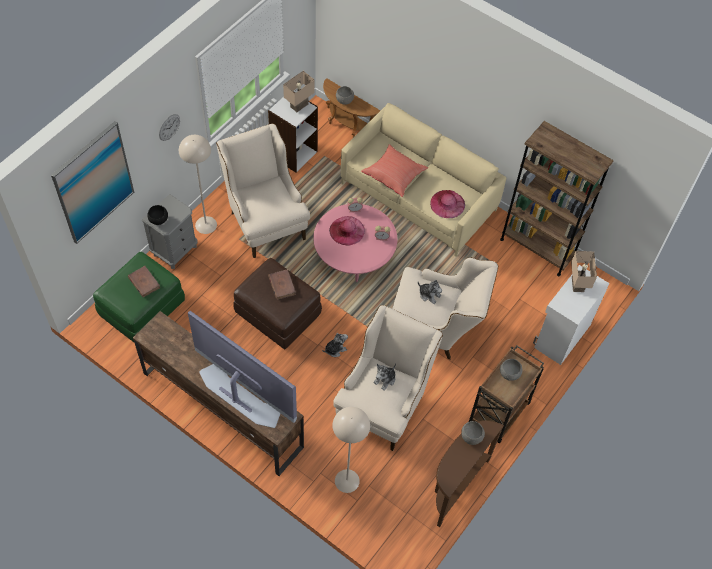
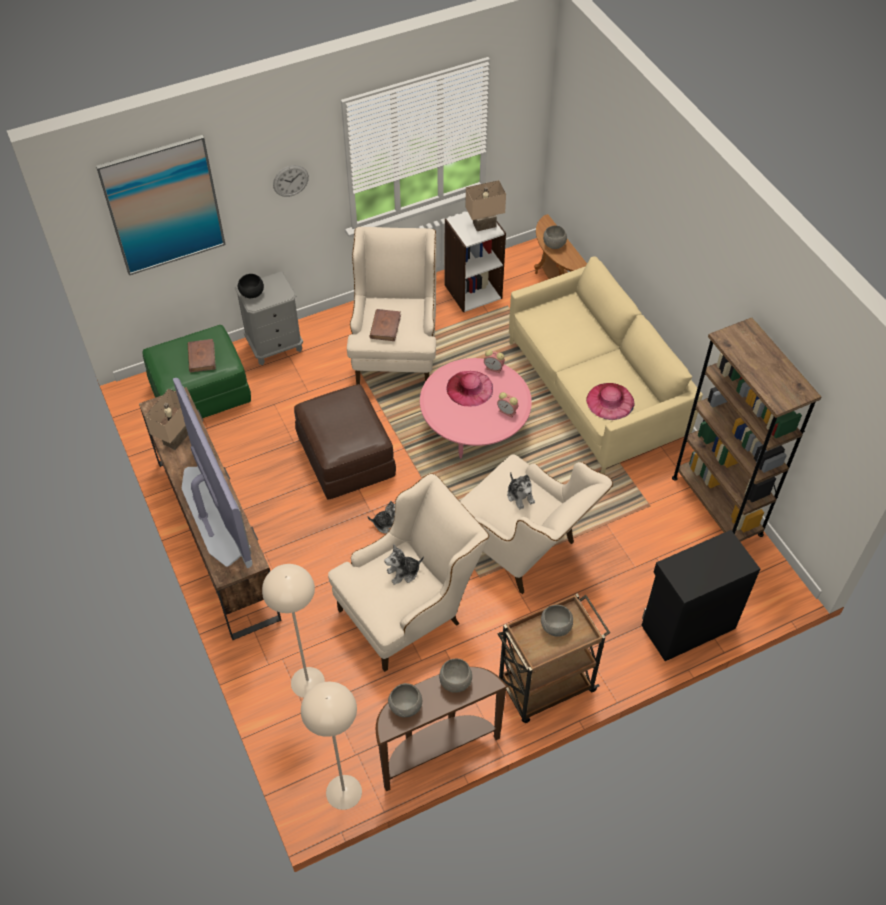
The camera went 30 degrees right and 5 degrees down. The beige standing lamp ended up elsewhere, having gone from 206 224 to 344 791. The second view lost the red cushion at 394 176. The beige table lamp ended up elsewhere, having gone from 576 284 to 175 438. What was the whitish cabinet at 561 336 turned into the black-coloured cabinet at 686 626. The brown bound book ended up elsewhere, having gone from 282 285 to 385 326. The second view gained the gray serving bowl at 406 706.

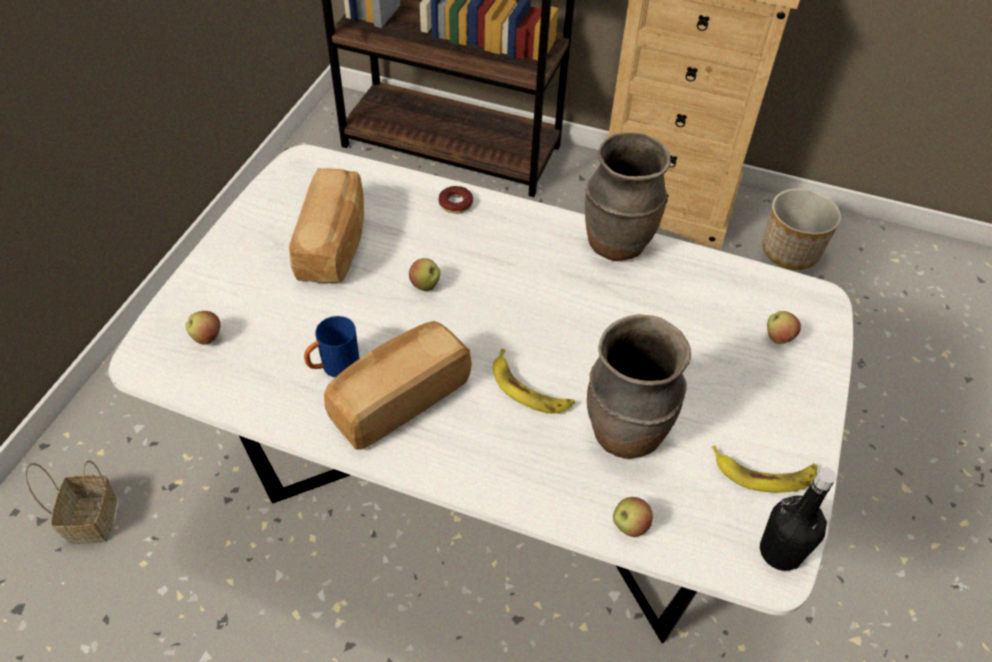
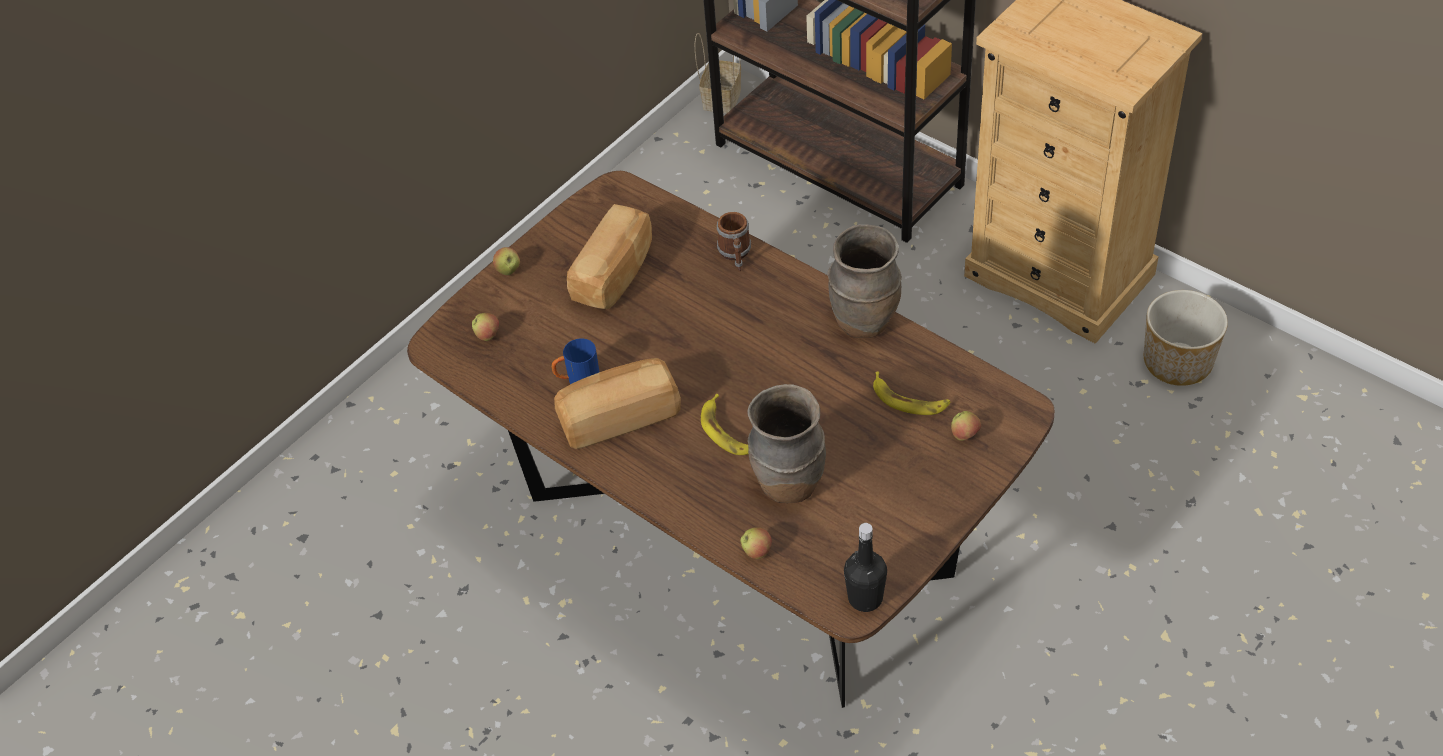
The camera went 25 degrees right and 0 degrees up. What was the whitish dining table at 491 489 turned into the brown dining table at 738 536. Where the ring doughnut stood at 455 203, the mug came to stand at 735 255. The whole apple ended up elsewhere, having gone from 425 285 to 508 270. The banana ended up elsewhere, having gone from 764 473 to 909 399. The basket ended up elsewhere, having gone from 91 518 to 721 98.

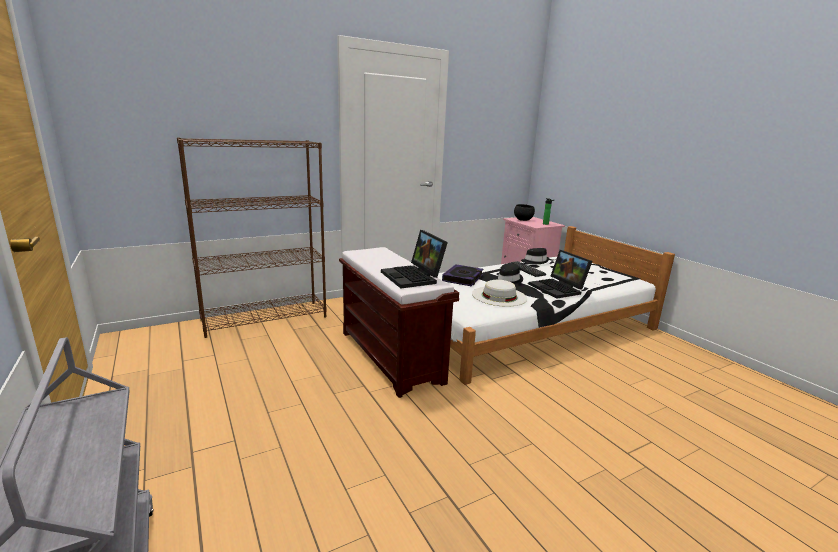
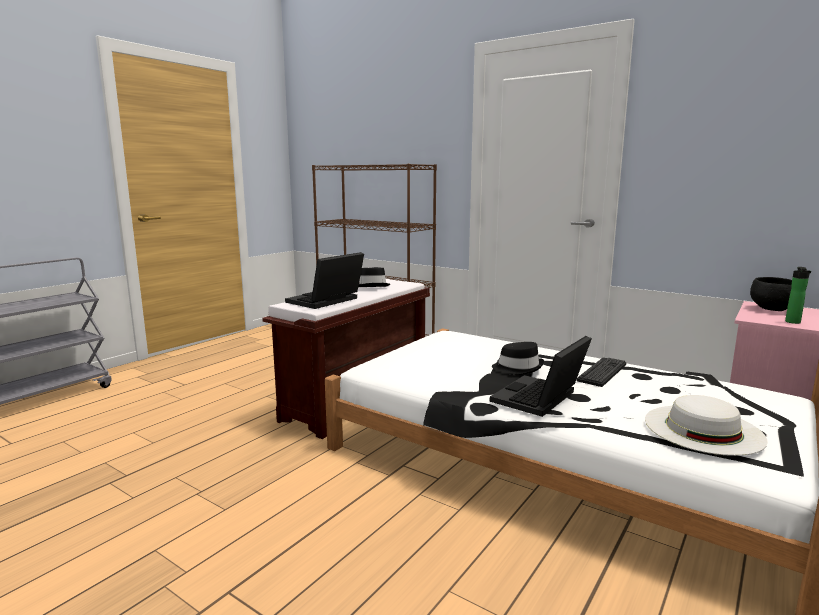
The camera went 65 degrees right and 5 degrees down. The black-coloured clothing hat ended up elsewhere, having gone from 535 261 to 372 286. The second view lost the bound book at 463 278. The whitish clothing hat ended up elsewhere, having gone from 499 296 to 703 429.

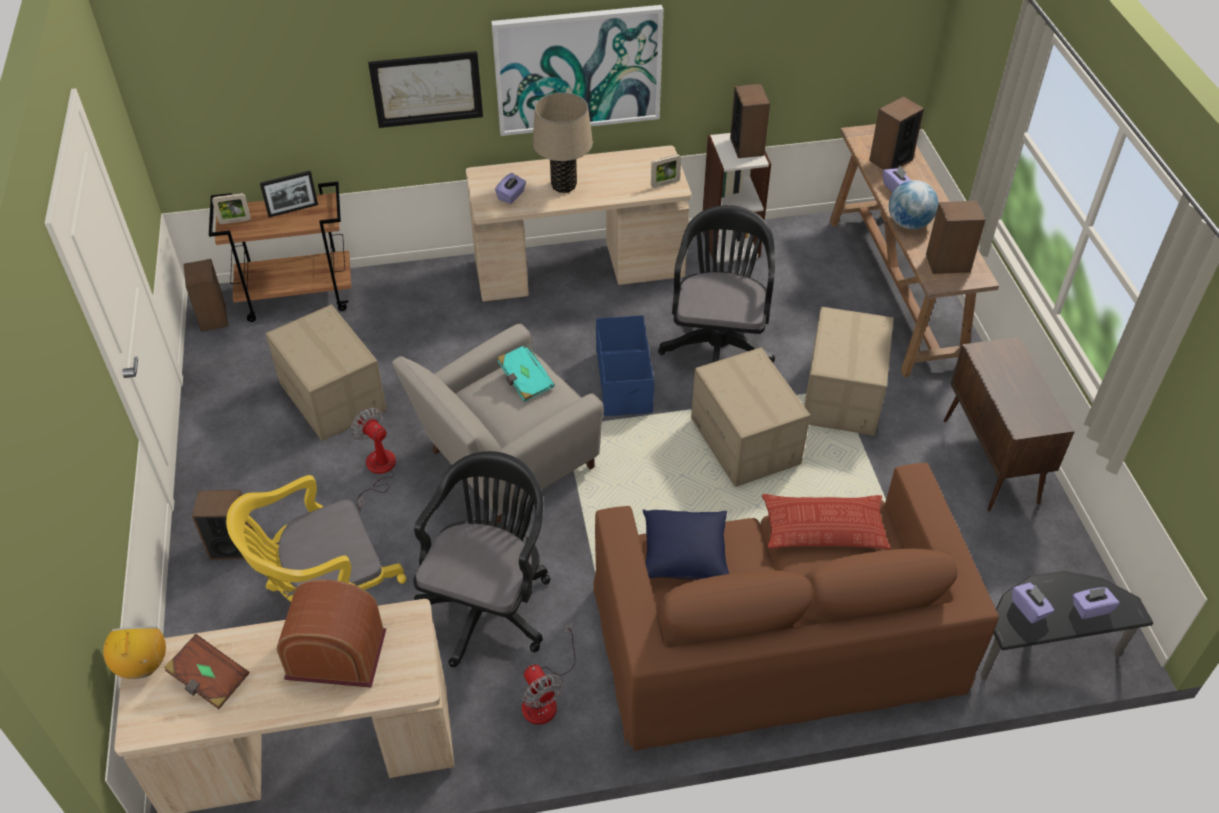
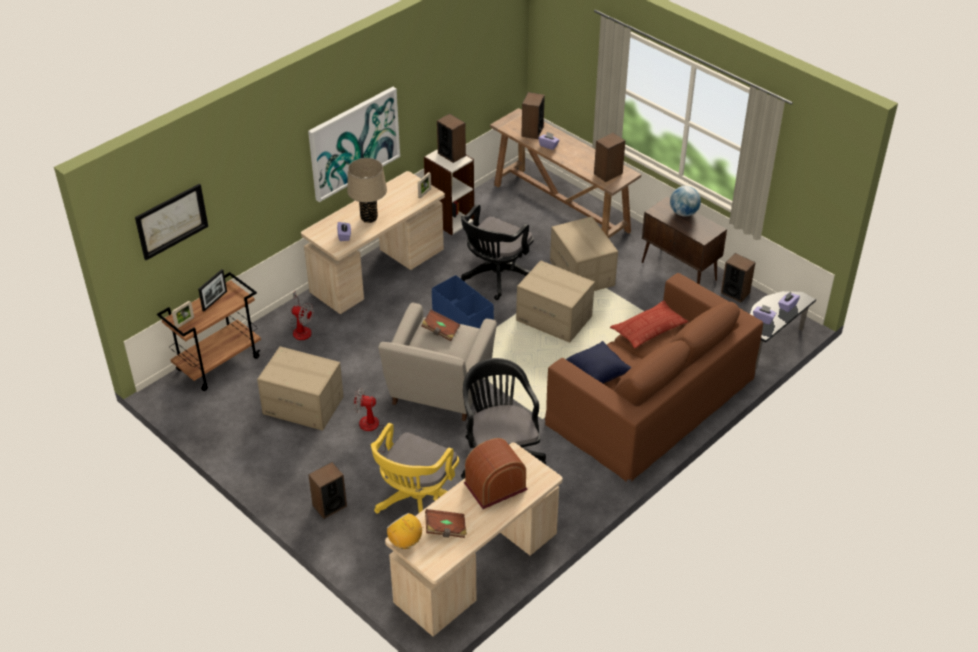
The camera went 35 degrees left and 5 degrees down. The picture ended up elsewhere, having gone from 427 89 to 171 221. The desk globe ended up elsewhere, having gone from 909 224 to 683 213. The black-coloured computer chair at 718 345 ended up facing another way, 120 degrees counterclockwise from before. The loudspeaker ended up elsewhere, having gone from 213 317 to 735 293. What was the blue-green bound book at 525 381 turned into the brown bound book at 440 331. The fan ended up elsewhere, having gone from 545 697 to 301 329.

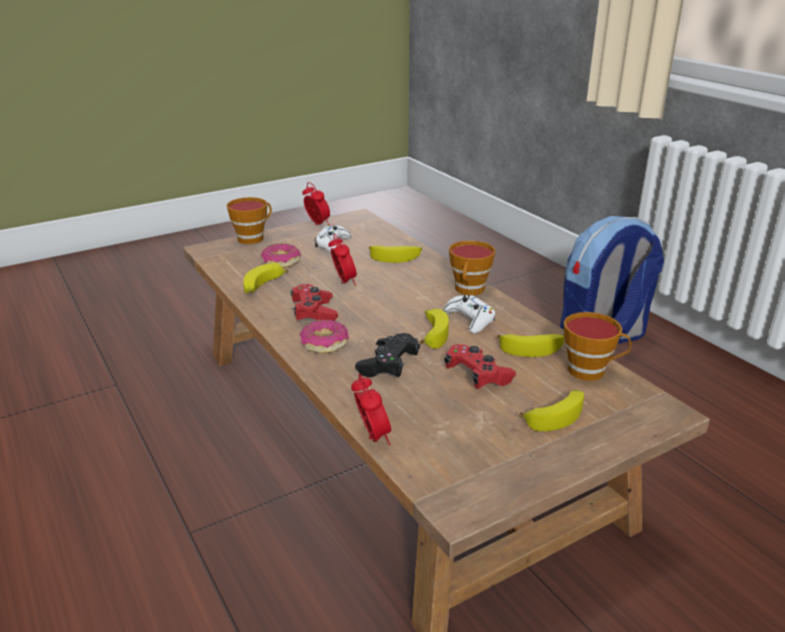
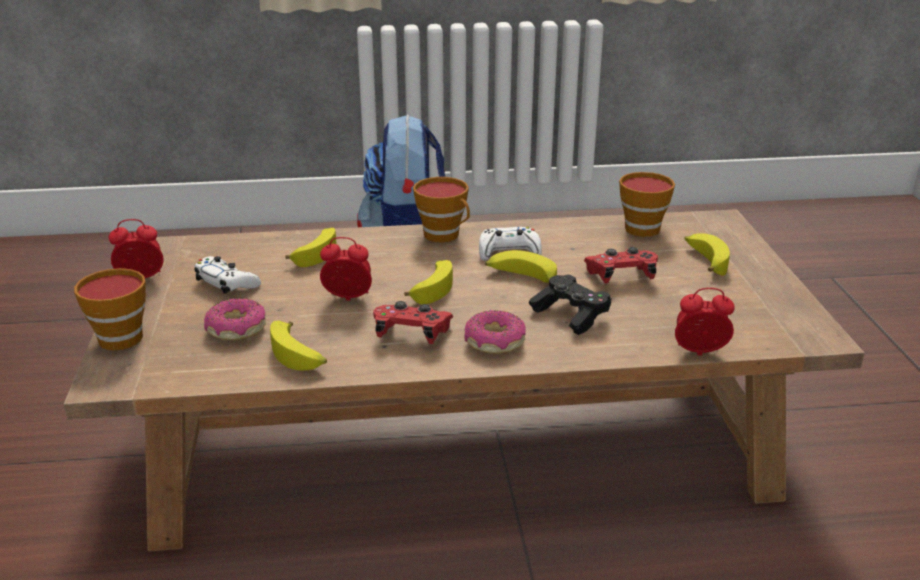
The camera went 65 degrees left and 0 degrees up. The banana ended up elsewhere, having gone from 532 348 to 432 288.

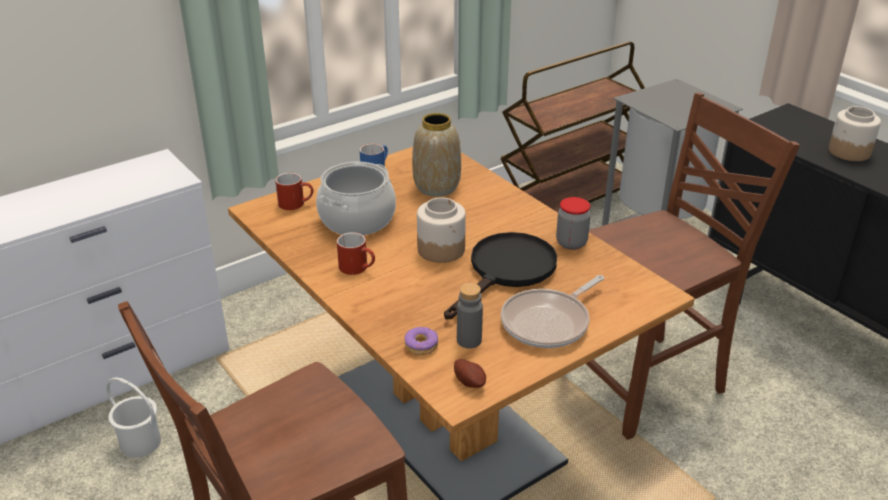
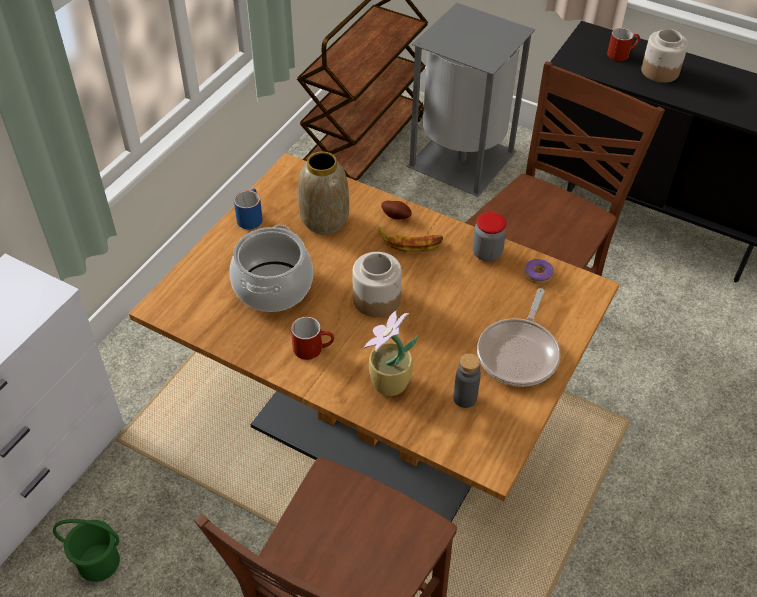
The camera went 25 degrees left and 15 degrees up. The red mug ended up elsewhere, having gone from 296 203 to 621 53. The second view lost the black-coloured frying pan at 506 272. The ring doughnut ended up elsewhere, having gone from 421 346 to 538 275. The whole potato ended up elsewhere, having gone from 470 382 to 396 215. What was the whitish bucket at 140 443 turned into the greenish bucket at 99 563. The second view gained the banana at 410 242. The second view gained the potted plant at 388 384.

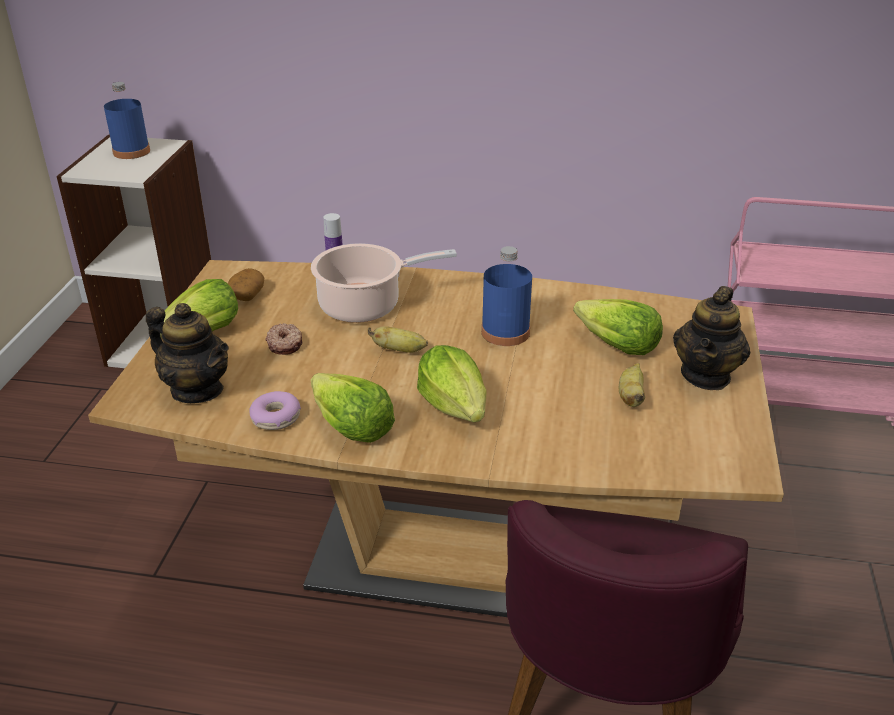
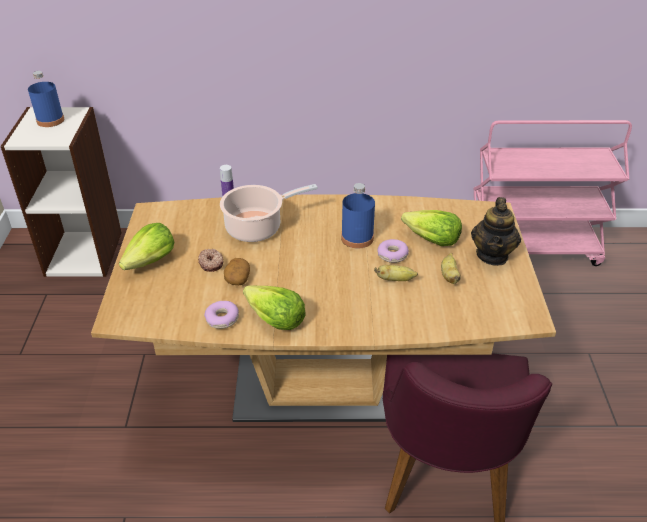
The camera went 10 degrees left and 5 degrees up. The whole potato ended up elsewhere, having gone from 247 295 to 237 278. The second view lost the tea pot at 197 390. The banana ended up elsewhere, having gone from 400 350 to 395 280. The second view lost the head of lettuce at 455 406. The second view gained the ring doughnut at 392 255.

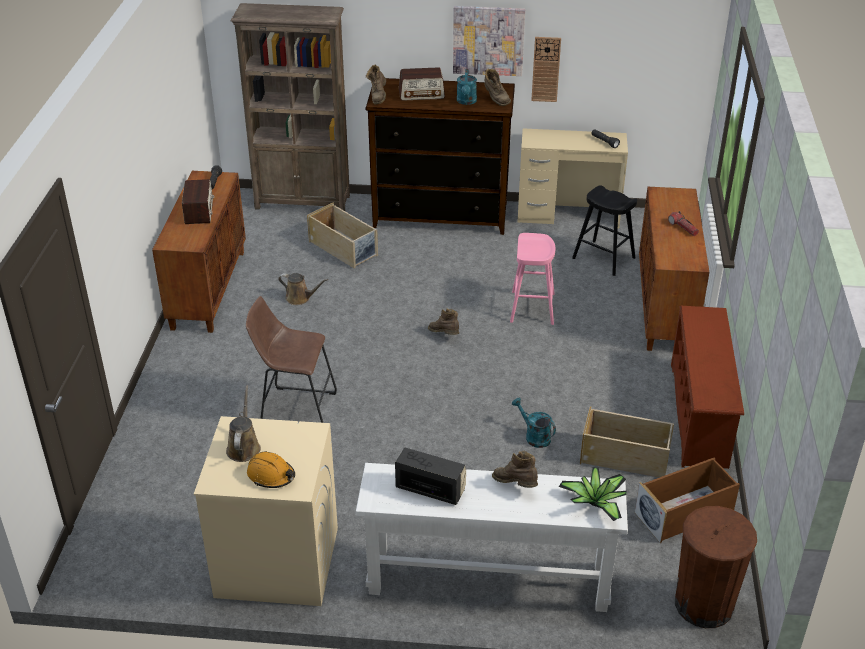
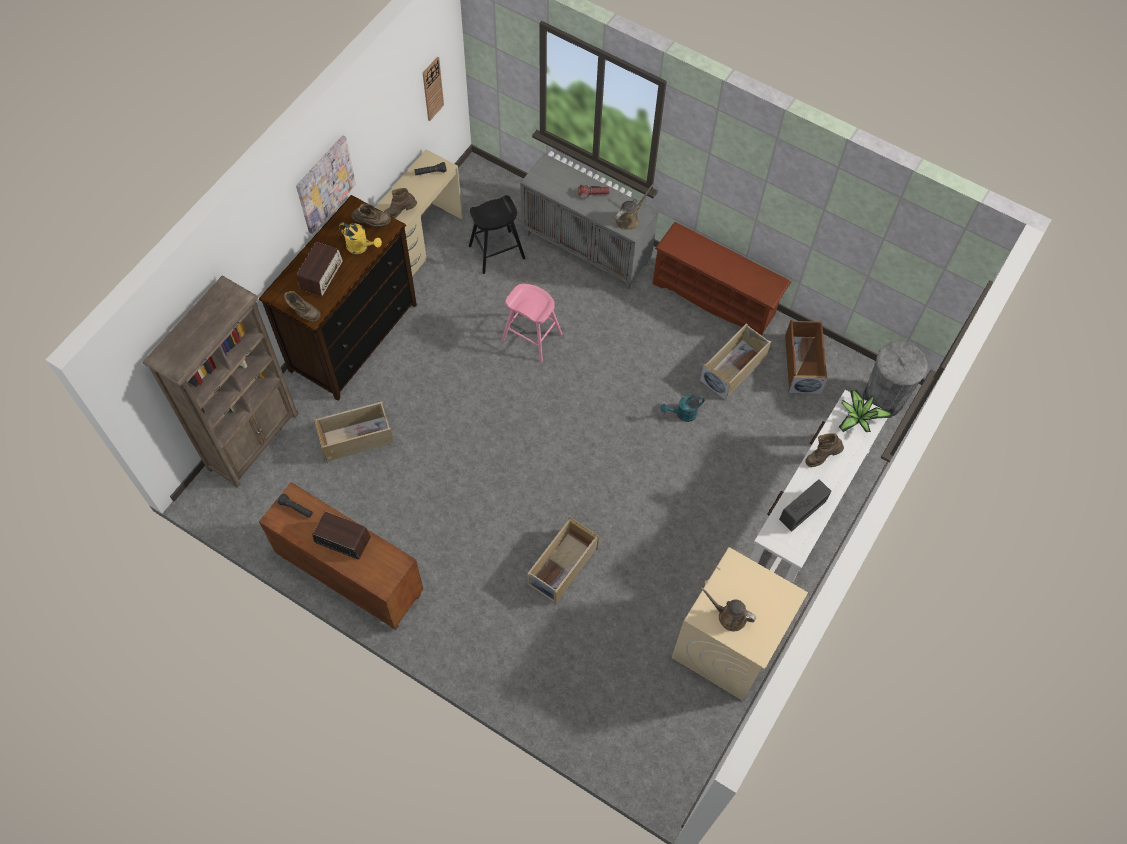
The camera went 65 degrees left and 25 degrees up. The hanging clock ended up elsewhere, having gone from 546 69 to 432 89. What was the blue-green sprinkling can at 466 102 turned into the yellow sprinkling can at 361 247. What was the brown cabinet at 665 309 turned into the gray cabinet at 587 249. The brown sprinkling can ended up elsewhere, having gone from 300 298 to 629 219. Where the brown sitting stool stood at 294 409, the beige storage box came to stand at 562 567. The brown boot ended up elsewhere, having gone from 444 335 to 400 212. The second view lost the orange hard hat at 271 475. What was the brown rubbish bin at 704 605 turned into the gray rubbish bin at 882 399.

